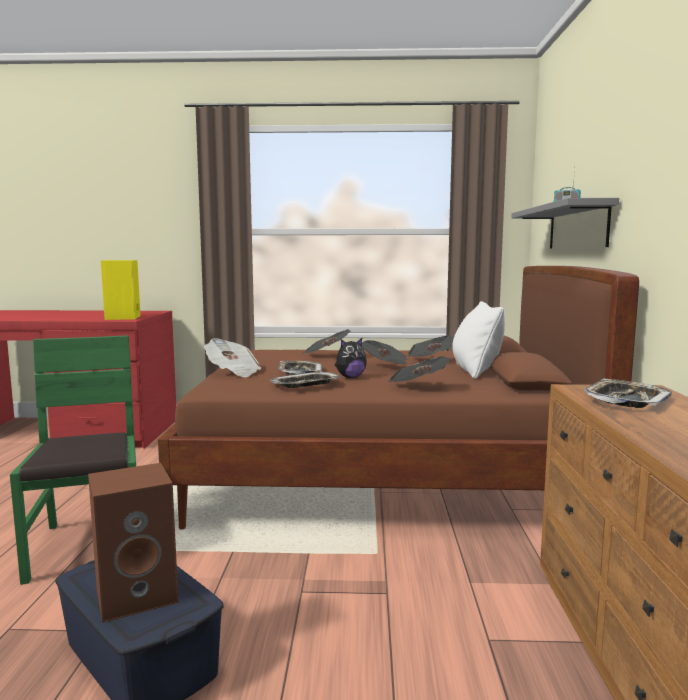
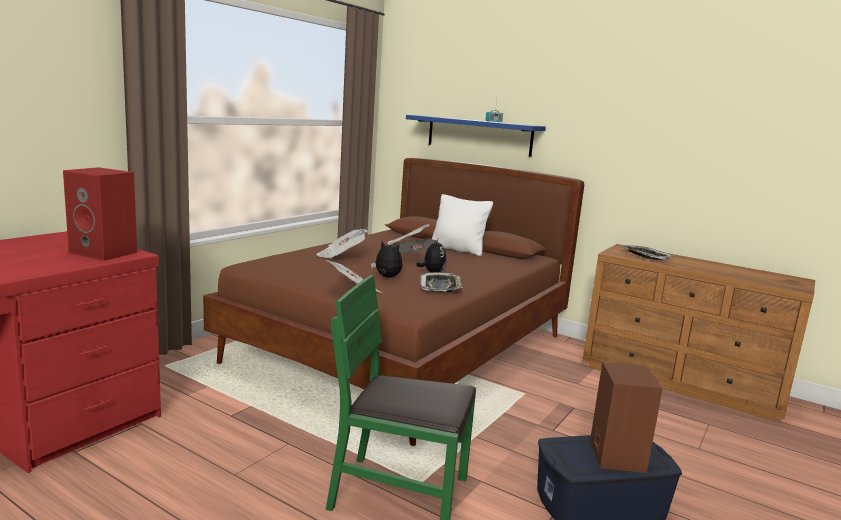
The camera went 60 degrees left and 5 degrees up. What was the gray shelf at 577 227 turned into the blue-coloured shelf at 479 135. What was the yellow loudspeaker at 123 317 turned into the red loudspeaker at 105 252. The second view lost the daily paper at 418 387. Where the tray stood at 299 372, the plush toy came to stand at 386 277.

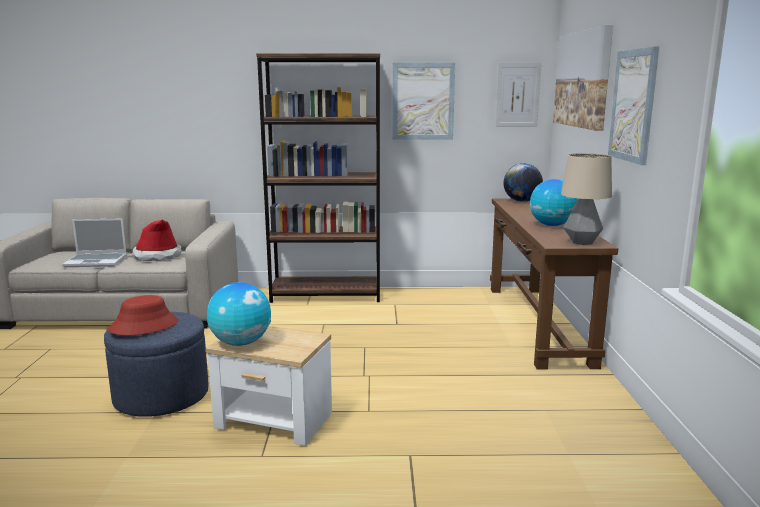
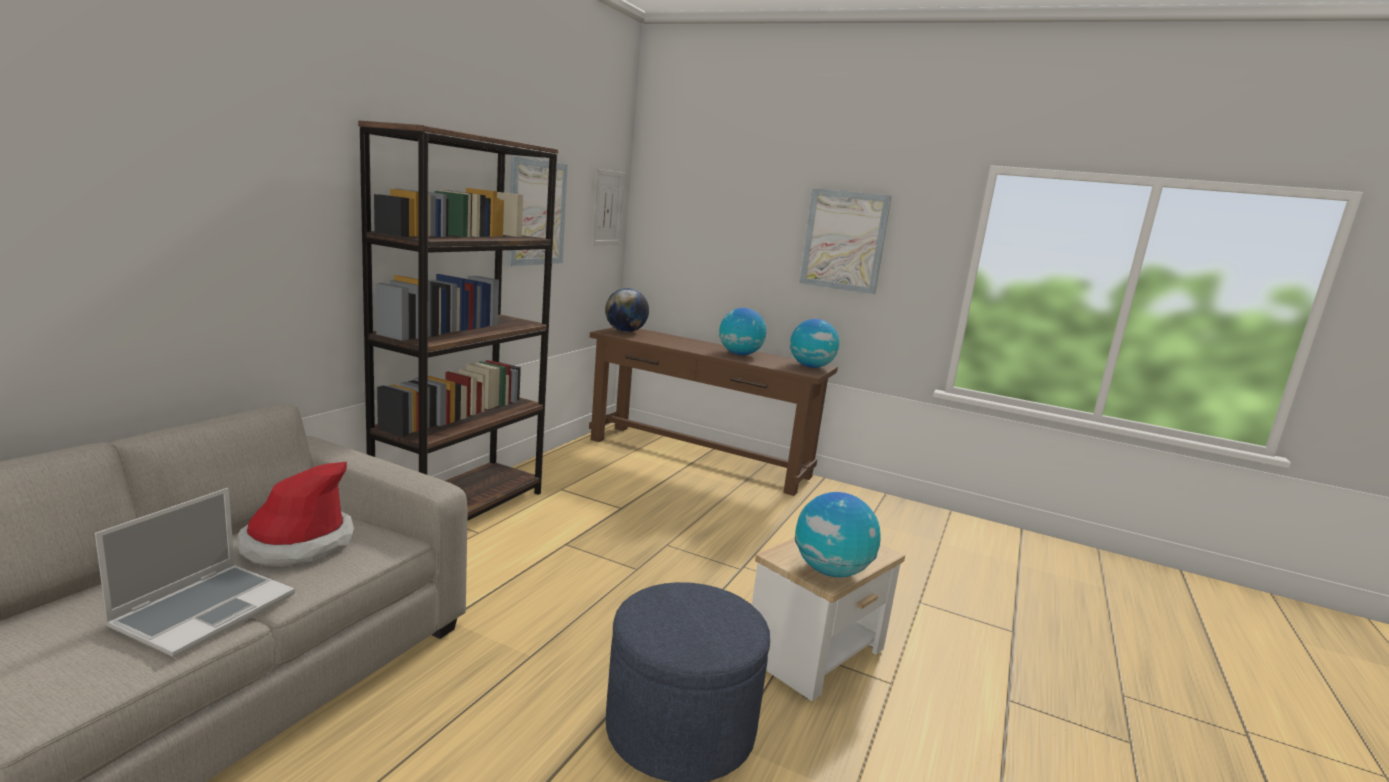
The camera went 65 degrees left and 0 degrees up. The second view lost the picture at 583 79. Where the table lamp stood at 581 242, the desk globe came to stand at 811 367. The second view lost the red clothing hat at 144 326.

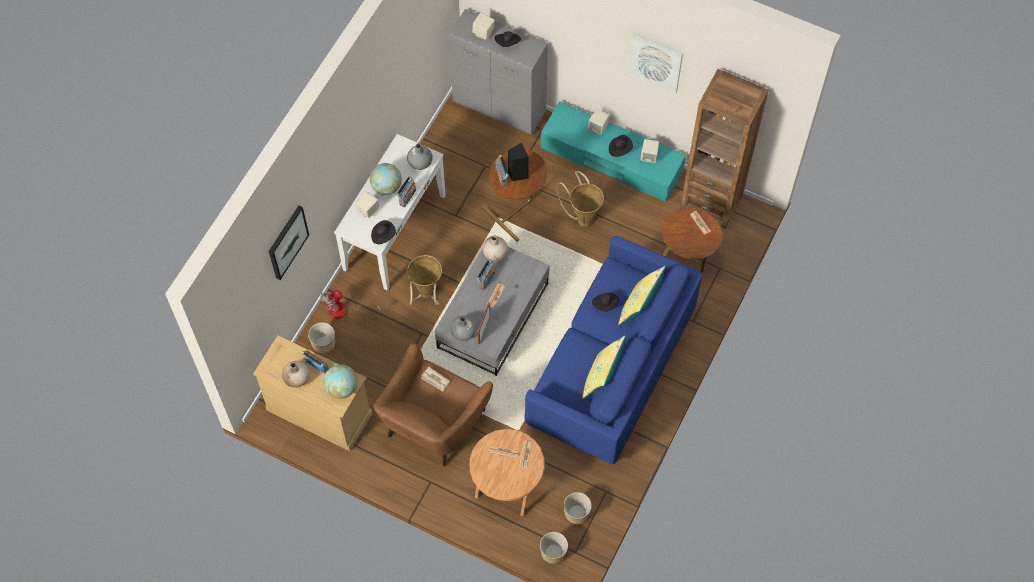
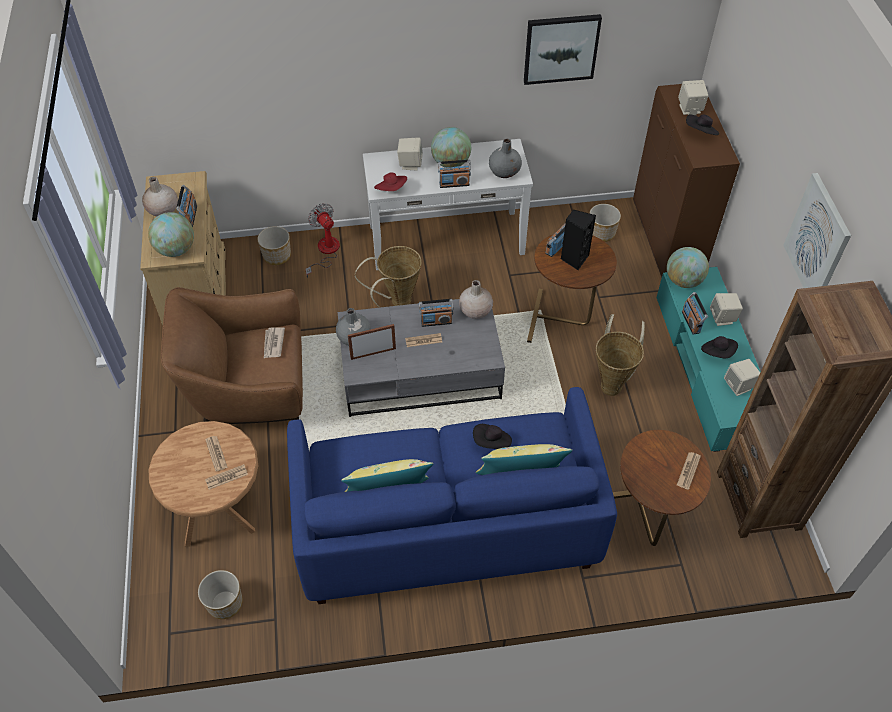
The camera went 55 degrees right and 10 degrees down. What was the gray cabinet at 500 107 turned into the brown cabinet at 667 240. The picture ended up elsewhere, having gone from 287 242 to 561 48. What was the black-coloured clothing hat at 383 235 turned into the red clothing hat at 391 189. The fan at 345 311 ended up facing another way, 45 degrees clockwise from before. The planter ended up elsewhere, having gone from 553 552 to 601 233. The second view gained the desk globe at 683 281. The second view gained the radio receiver at 691 322.

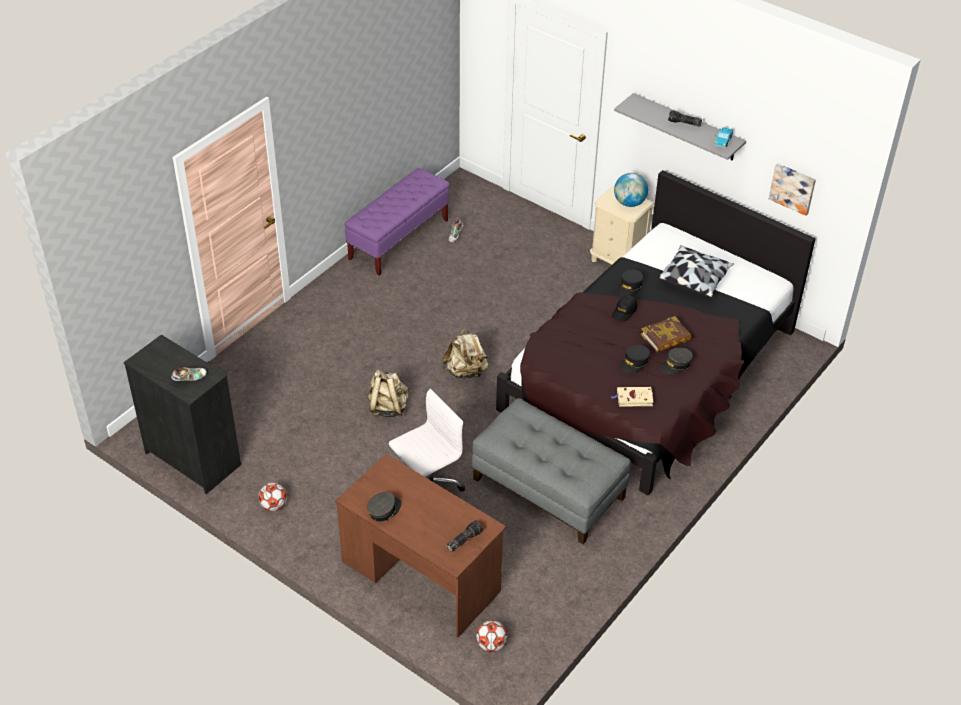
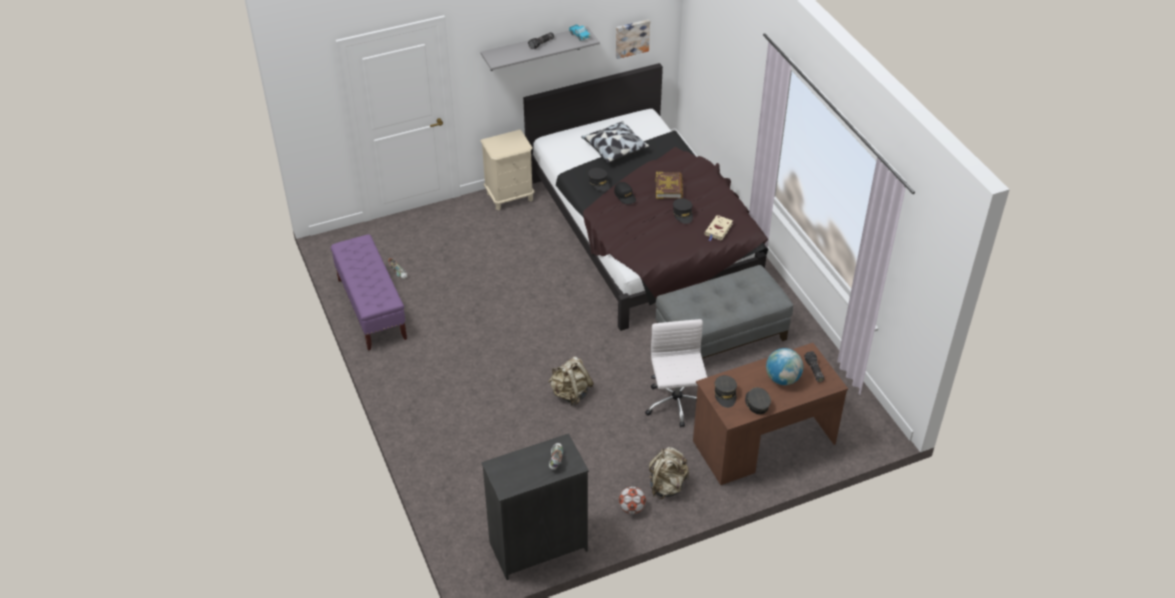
The camera went 60 degrees left and 0 degrees up. The desk globe ended up elsewhere, having gone from 629 203 to 782 379. The beige rucksack ended up elsewhere, having gone from 466 371 to 667 486. The gray cap ended up elsewhere, having gone from 676 365 to 725 394. The second view lost the football ball at 491 644.

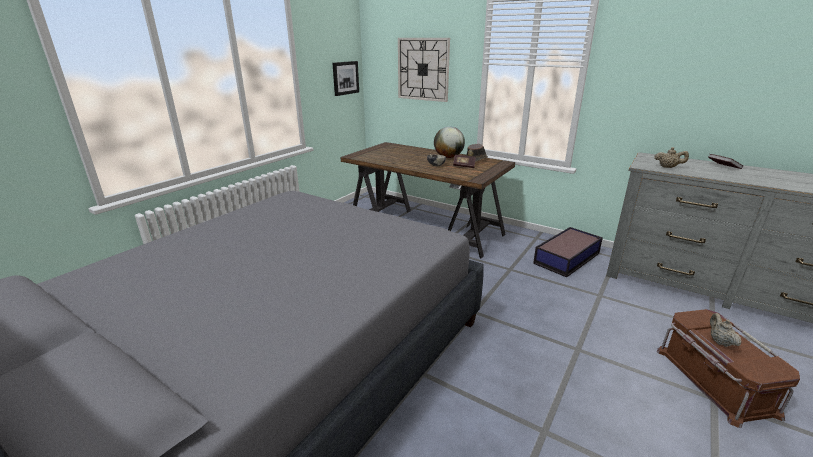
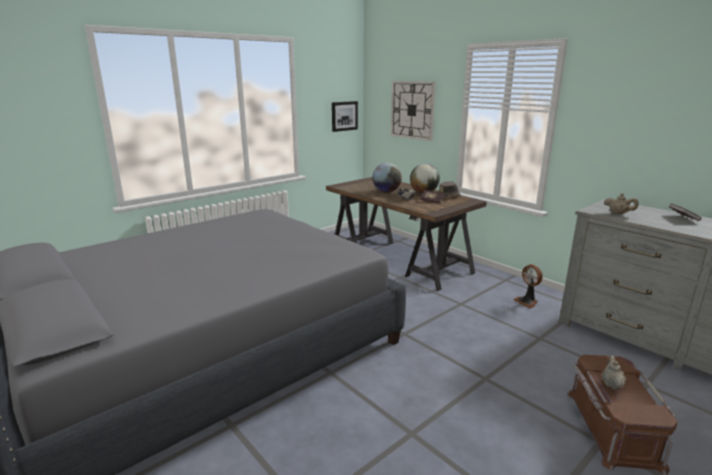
The camera went 15 degrees right and 5 degrees down. Where the storage box stood at 567 258, the fan came to stand at 527 302. The second view gained the desk globe at 386 192.

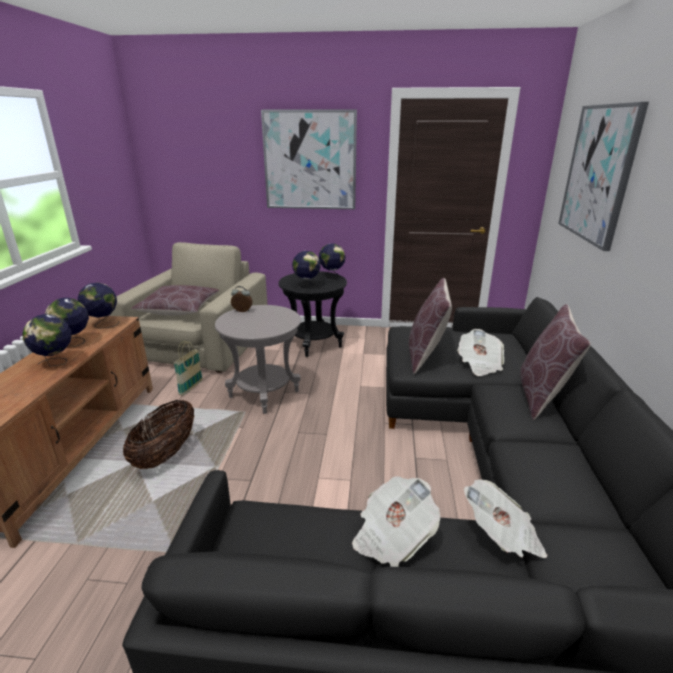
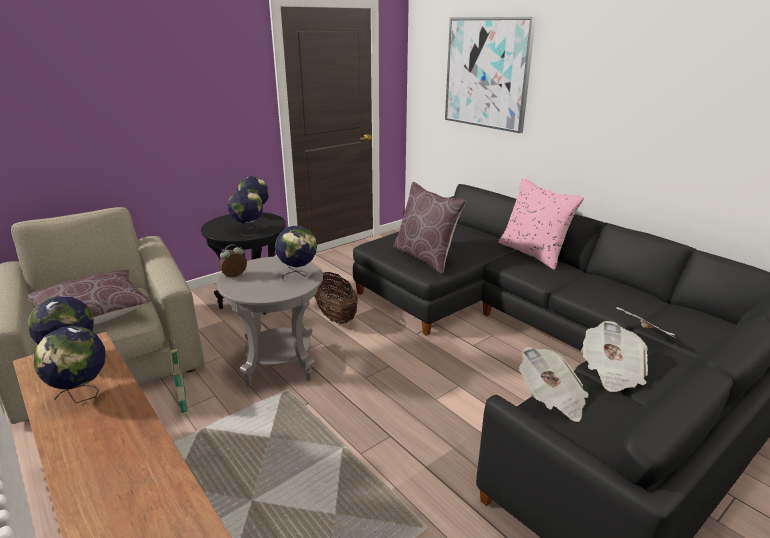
The camera went 45 degrees left and 0 degrees up. The second view lost the picture at 310 160. What was the brown cushion at 542 395 turned into the pink cushion at 533 253. The desk globe ended up elsewhere, having gone from 56 363 to 298 275. The daily paper ended up elsewhere, having gone from 479 364 to 551 398. The basket ended up elsewhere, having gone from 165 454 to 335 316.

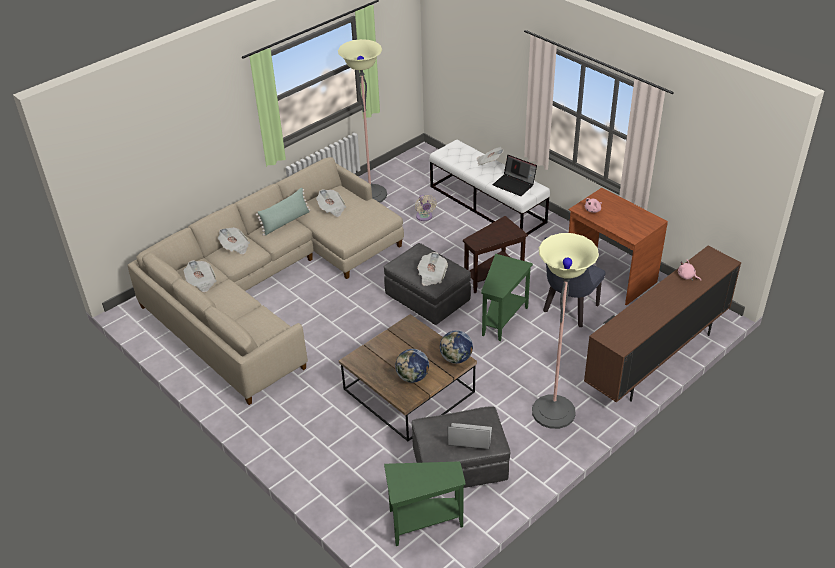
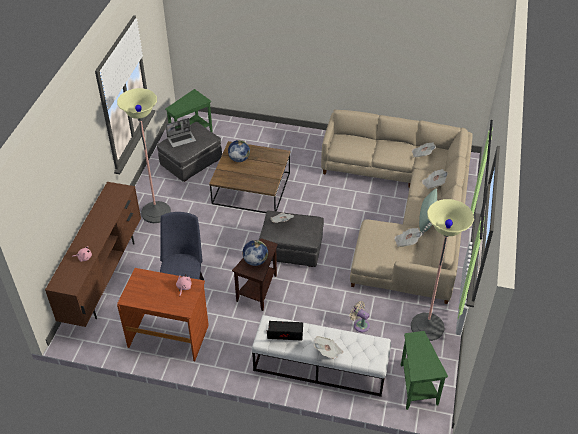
The camera went 145 degrees right and 5 degrees up. The greenish end table ended up elsewhere, having gone from 502 318 to 416 387. The desk globe ended up elsewhere, having gone from 456 358 to 255 261.

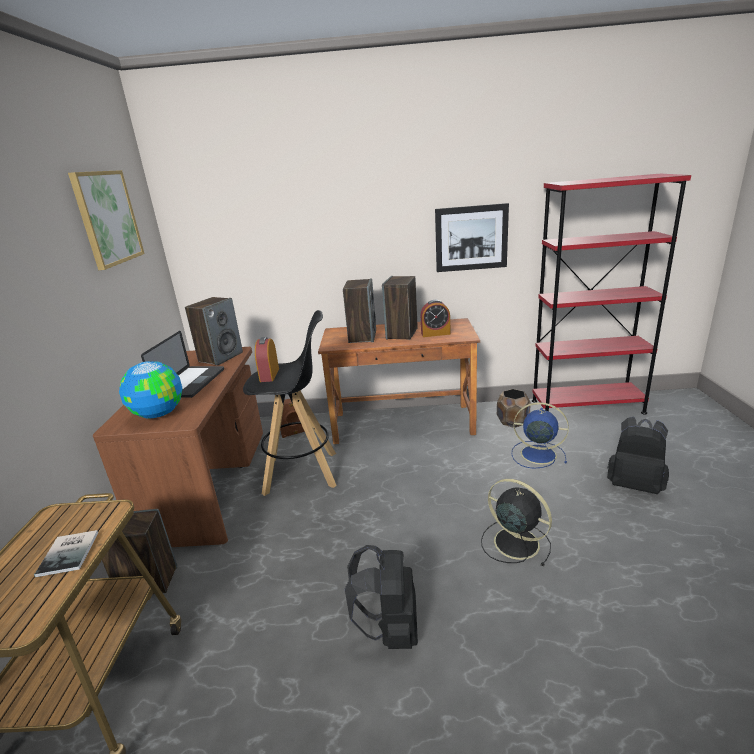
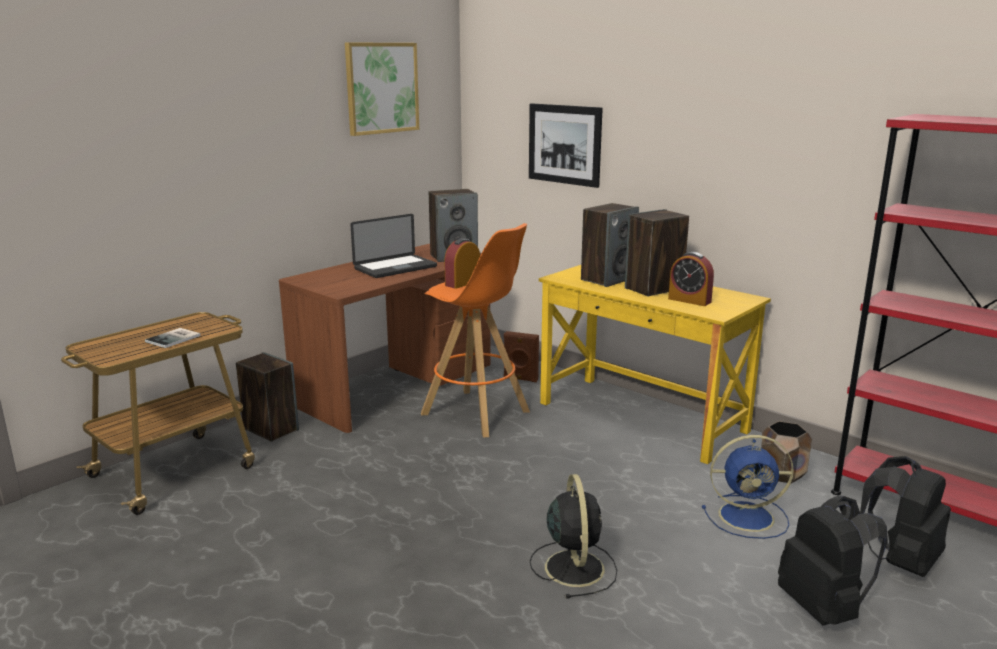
The camera went 40 degrees right and 5 degrees down. The picture ended up elsewhere, having gone from 471 238 to 564 144. What was the black-coloured sitting stool at 302 472 turned into the orange sitting stool at 476 413. What was the brown desk at 403 423 turned into the yellow desk at 642 417. The second view lost the desk globe at 158 414. The blue-coloured fan at 536 454 ended up facing another way, 120 degrees clockwise from before. The black-coloured rucksack ended up elsewhere, having gone from 390 628 to 901 561.

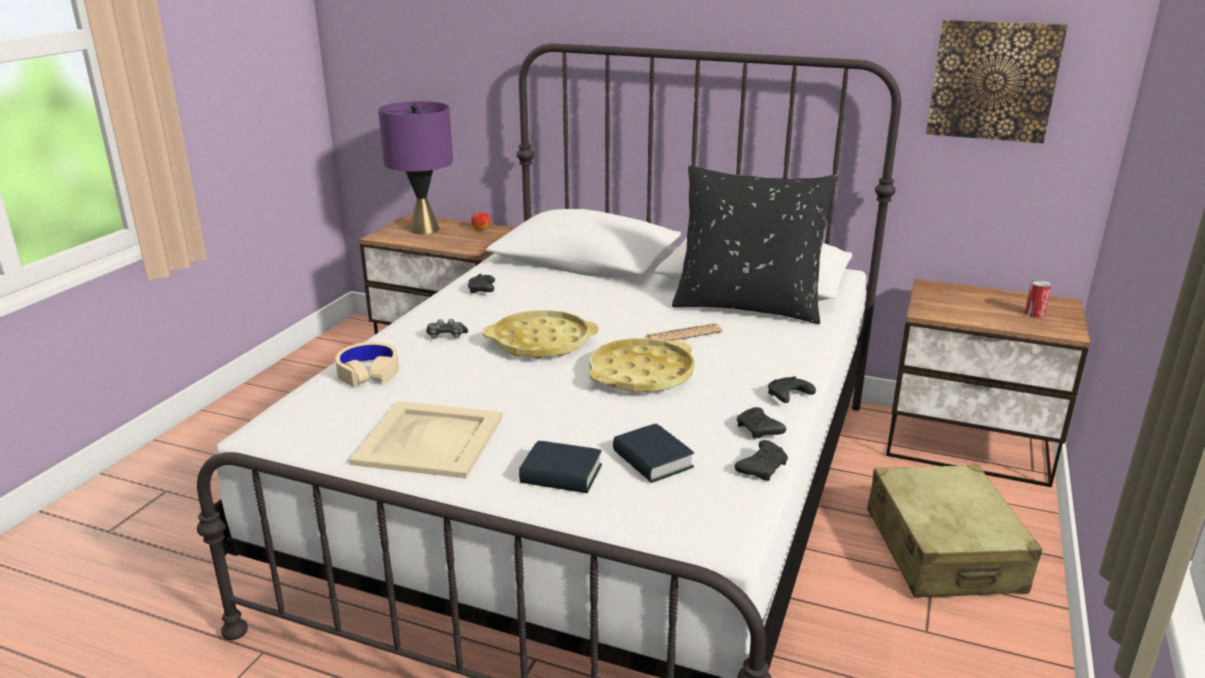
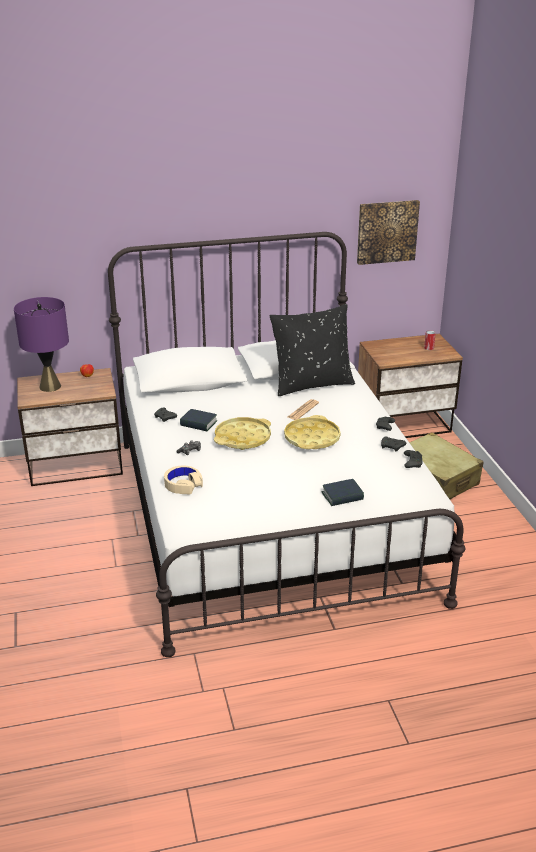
The camera went 35 degrees left and 5 degrees up. The second view lost the beige tray at 430 440. The bound book ended up elsewhere, having gone from 652 460 to 198 423.

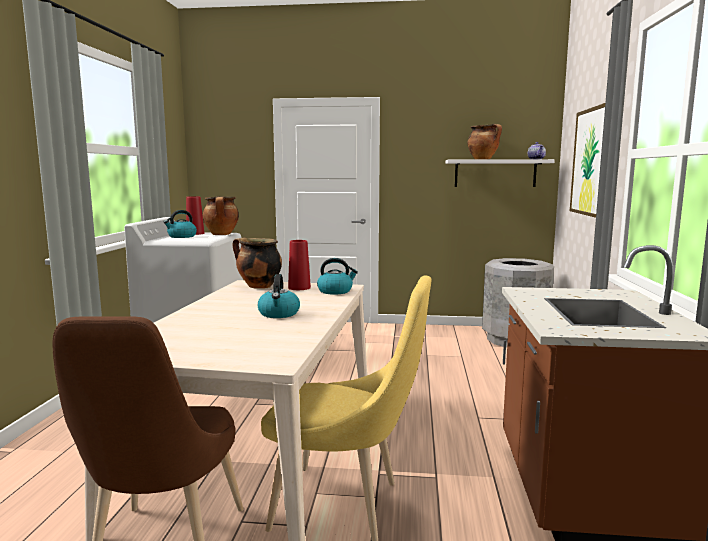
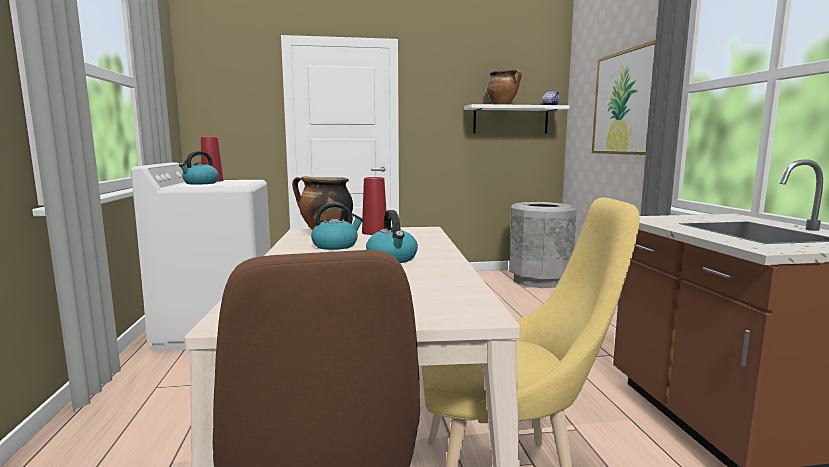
The camera went 15 degrees left and 0 degrees up. The second view lost the saucepot at 222 234. The water kettle ended up elsewhere, having gone from 335 291 to 336 246.

